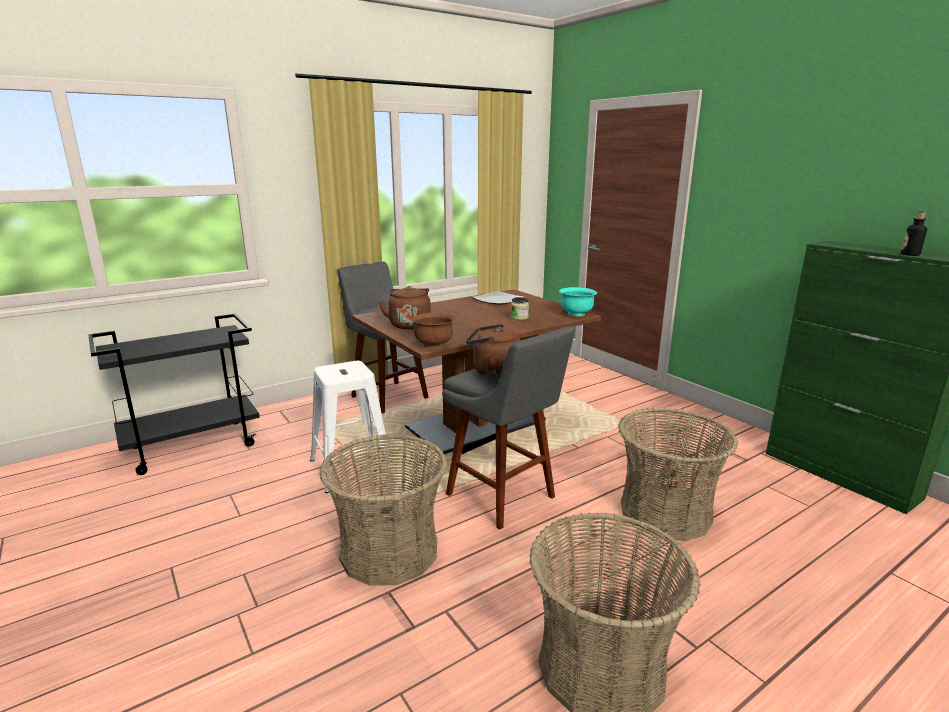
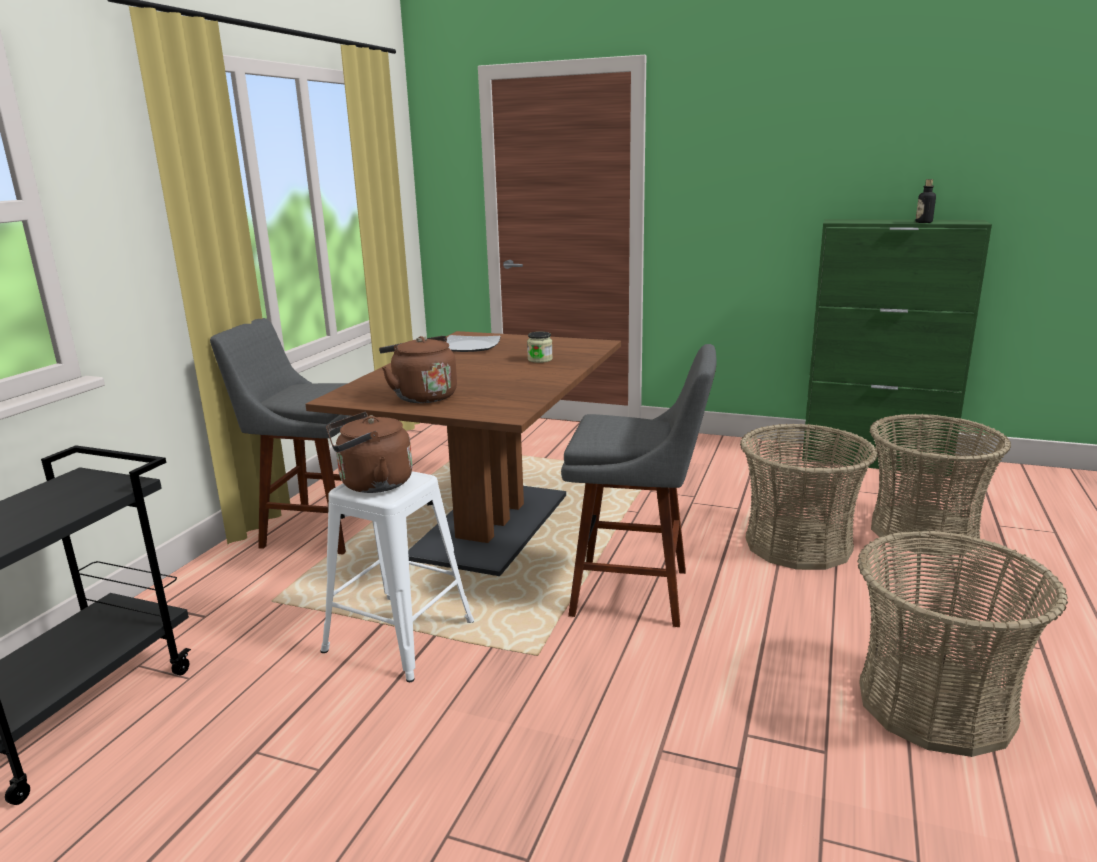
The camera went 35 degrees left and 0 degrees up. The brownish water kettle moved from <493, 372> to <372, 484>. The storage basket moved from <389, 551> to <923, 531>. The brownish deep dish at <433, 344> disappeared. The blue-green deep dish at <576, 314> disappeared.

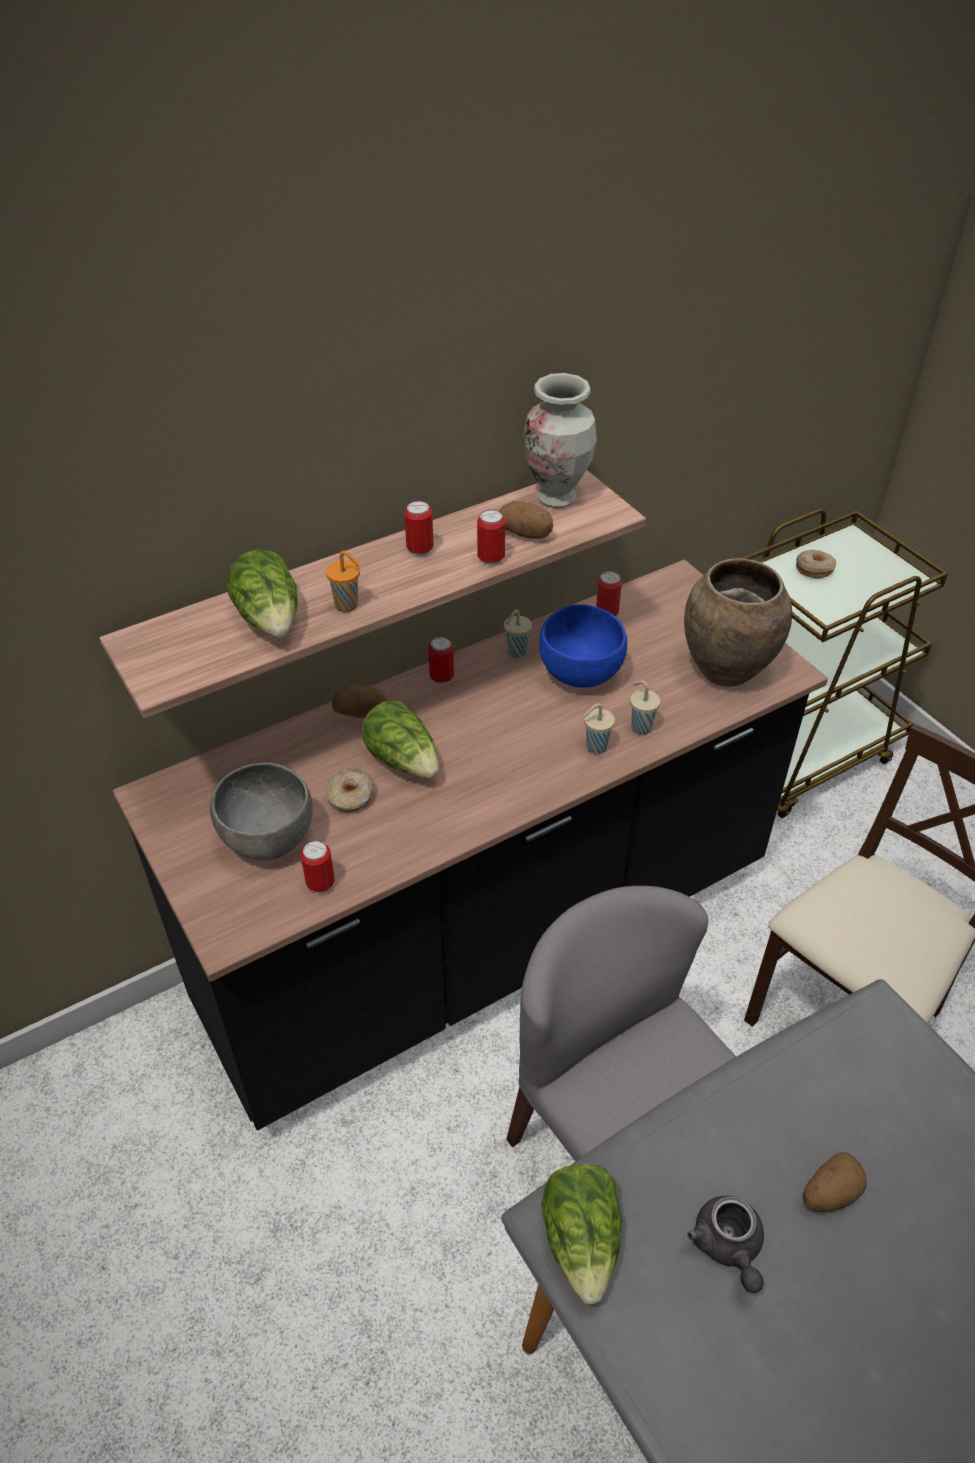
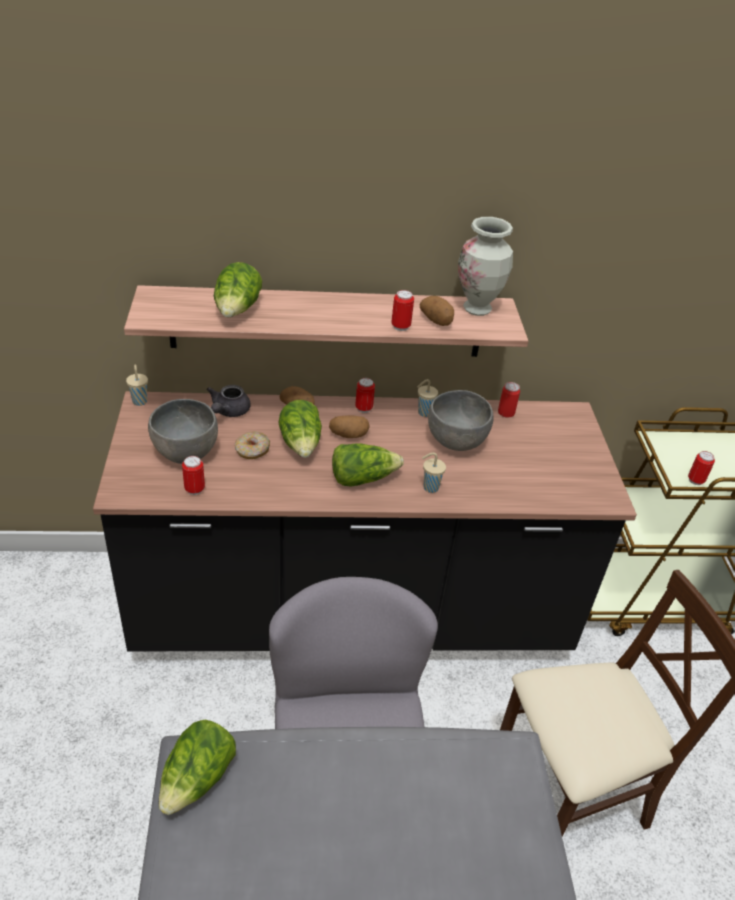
The camera went 25 degrees right and 5 degrees down. The beige small cup moved from <640, 727> to <139, 401>. The gray teapot moved from <728, 1247> to <228, 411>. The potato moved from <829, 1193> to <348, 435>. The lettuce head at <362, 478> appeared. The bluish deep dish at <579, 674> became the gray deep dish at <455, 441>. The metal can moved from <420, 550> to <695, 480>. The orange small cup at <348, 605> disappeared. The brownish decorative vase at <725, 670> disappeared. The doughnut at <814, 569> disappeared.

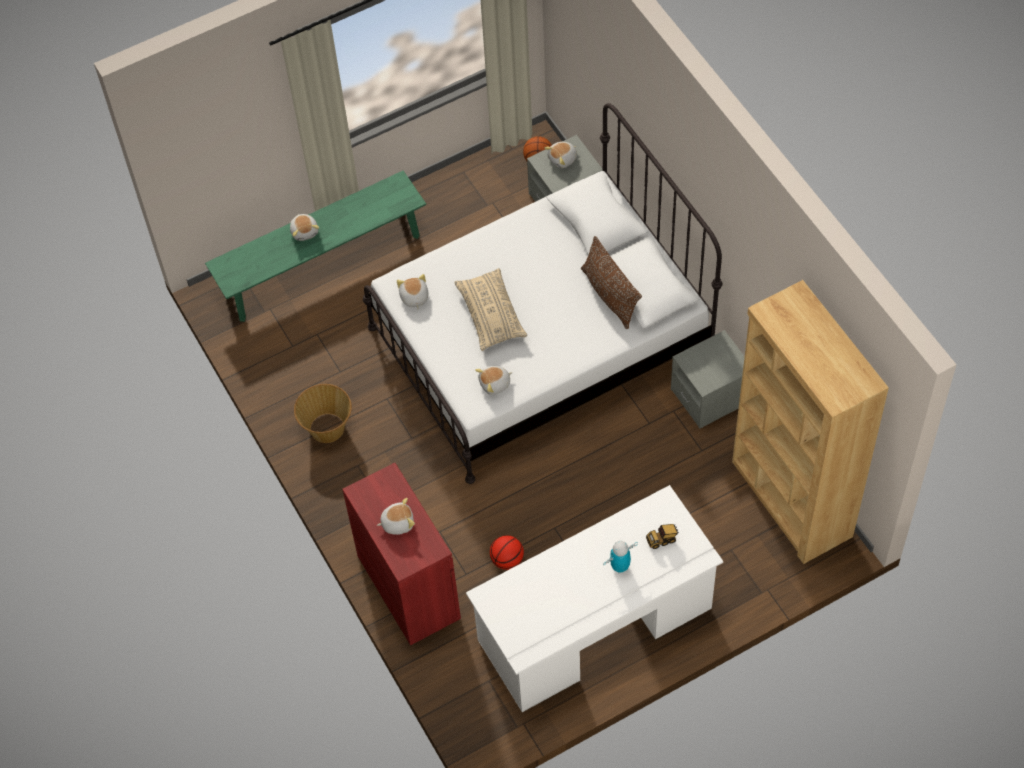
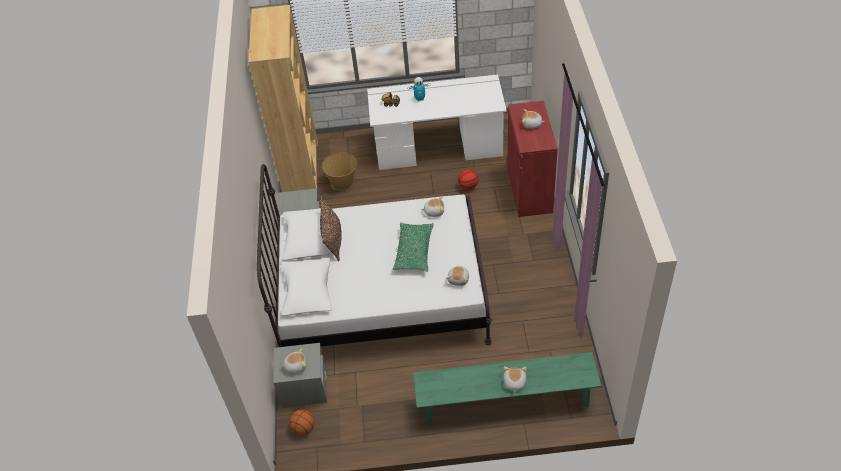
The camera went 155 degrees left and 10 degrees down. The storage basket moved from <327, 429> to <342, 182>. The beige throw pillow at <491, 315> became the green-coloured throw pillow at <414, 251>.

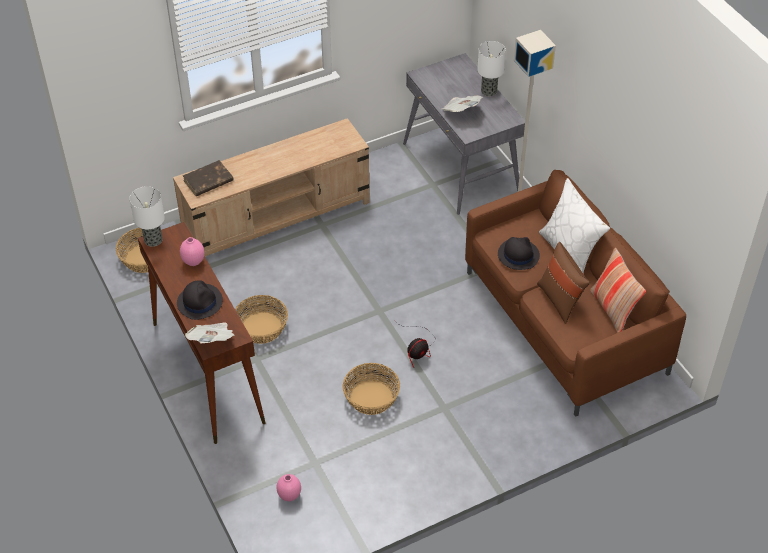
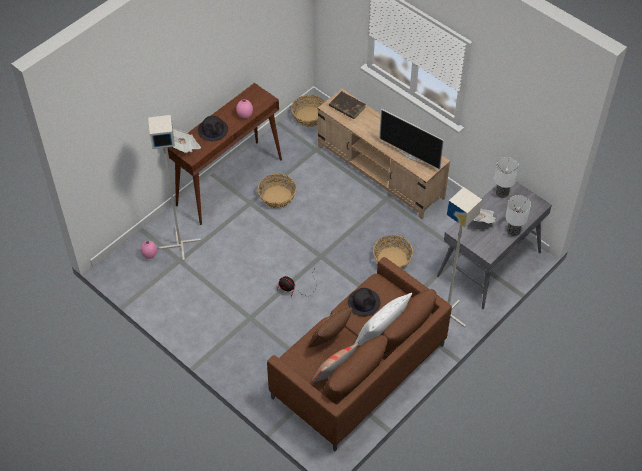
The camera went 70 degrees right and 5 degrees up. The gray standing lamp at <179, 244> appeared. The storage basket moved from <371, 398> to <392, 259>. The TV set at <410, 156> appeared. The lamp for a table moved from <152, 240> to <501, 193>.

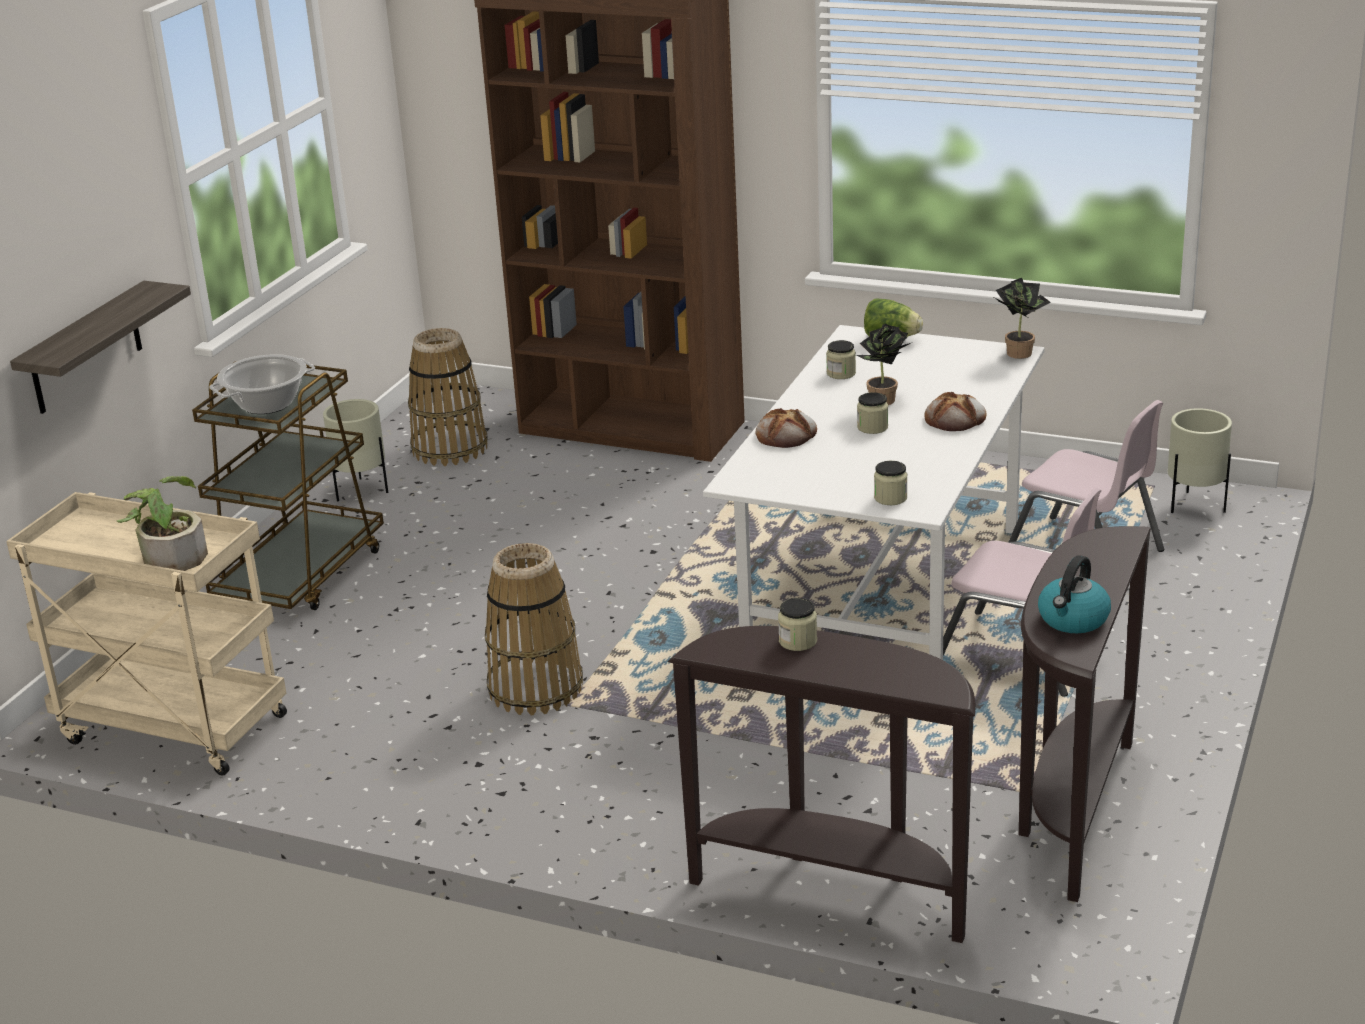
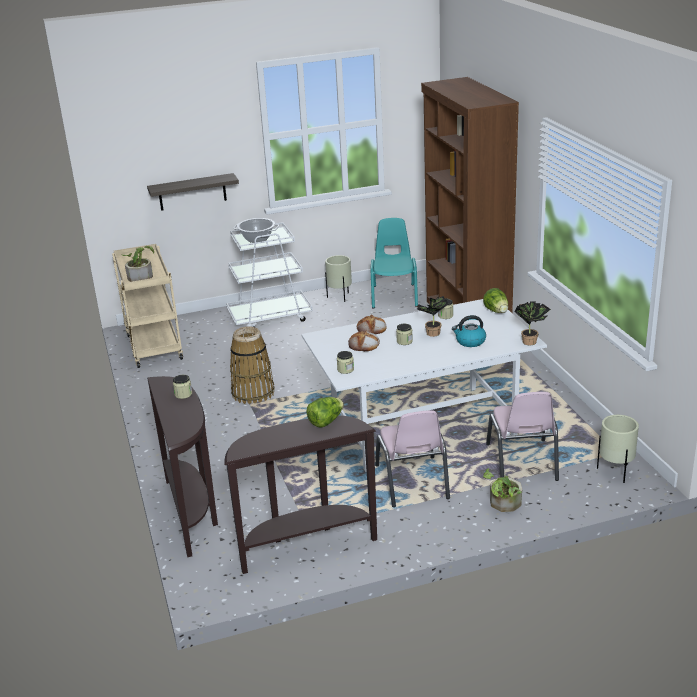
The camera went 50 degrees right and 0 degrees up. The brownish cart at <301, 575> became the white cart at <270, 317>. The lettuce head at <326, 421> appeared. The baked bread moved from <955, 418> to <364, 345>. The storage basket at <450, 448> was replaced by the blue-green upright chair at <394, 296>. The water kettle moved from <1073, 620> to <470, 341>. The plant in a pot at <502, 505> appeared.

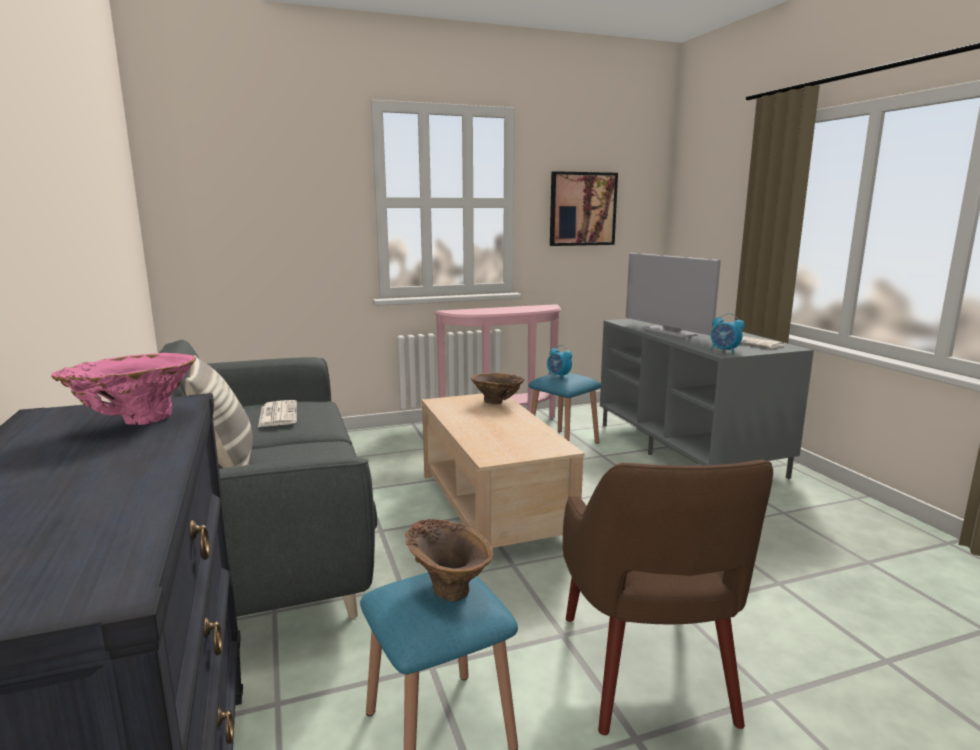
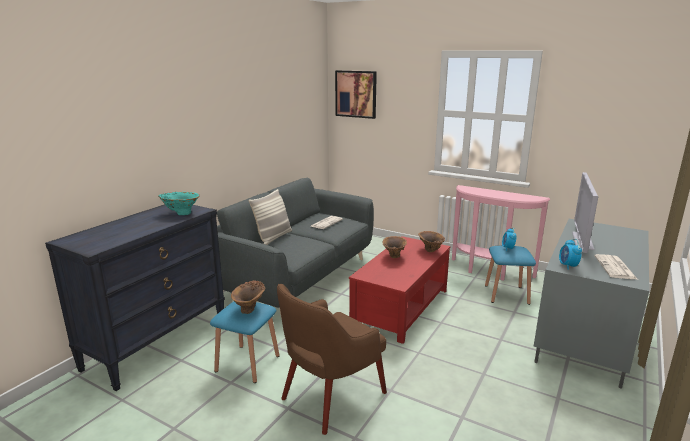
The camera went 50 degrees right and 5 degrees up. The pinkish decorative vase at <135, 421> became the blue-green decorative vase at <181, 213>. The wall picture moved from <582, 209> to <356, 94>. The beige coffee table at <491, 507> became the reddish coffee table at <400, 307>. The brownish decorative vase at <393, 257> appeared.

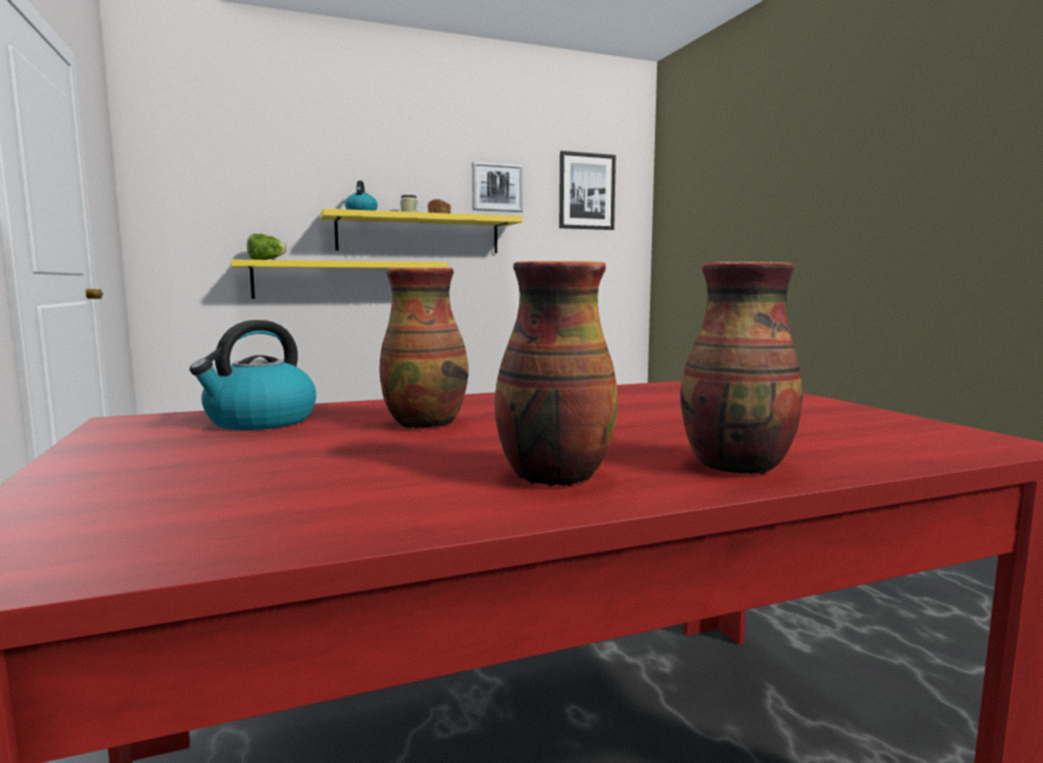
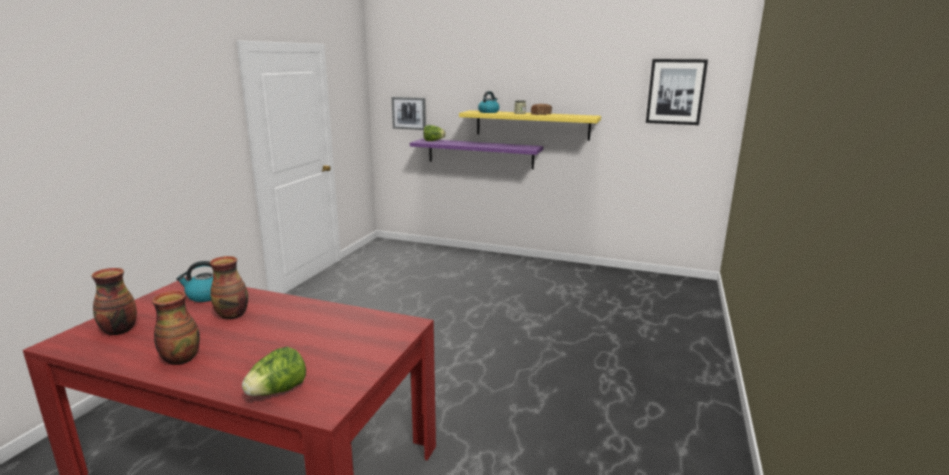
The camera went 40 degrees right and 10 degrees up. The decorative vase moved from <738, 466> to <119, 330>. The lettuce head at <277, 391> appeared. The wall picture moved from <497, 187> to <409, 113>. The yellow-coloured bracket shelf at <341, 280> became the purple-coloured bracket shelf at <480, 153>.

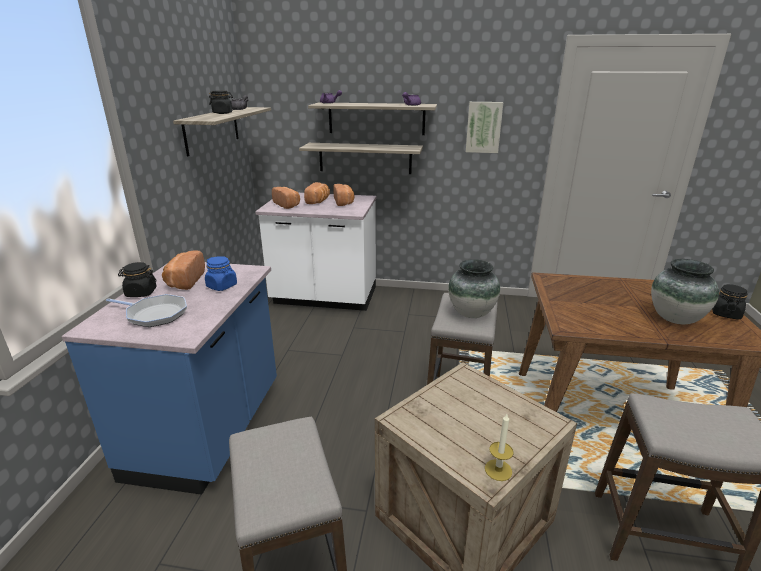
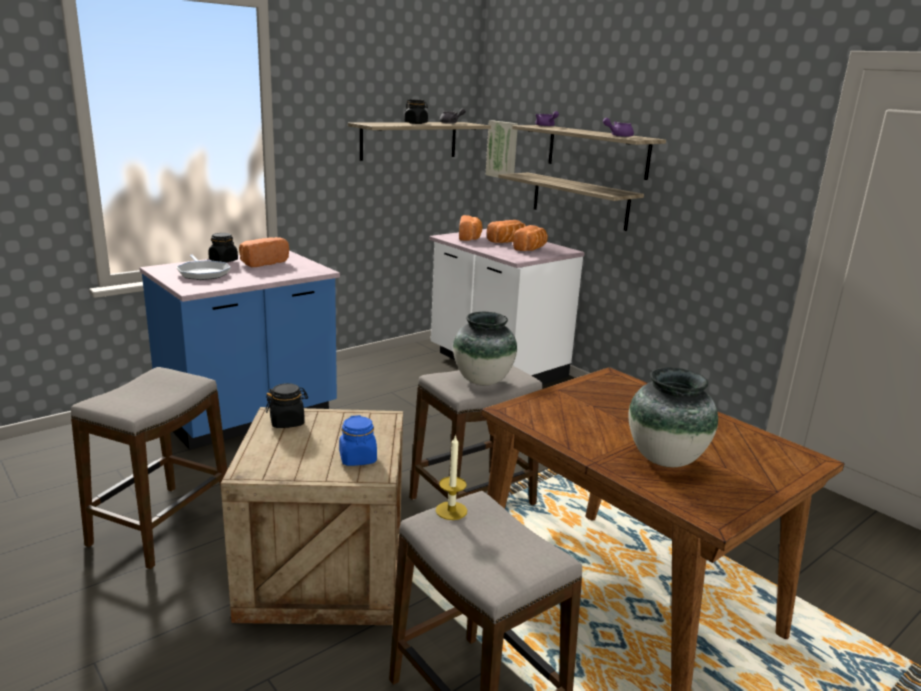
The camera went 40 degrees right and 5 degrees down. The black-coloured storage jar moved from <725, 314> to <287, 422>. The bluish storage jar moved from <222, 286> to <358, 458>. The wax candle moved from <498, 470> to <451, 510>. The wall picture moved from <483, 127> to <503, 150>.

